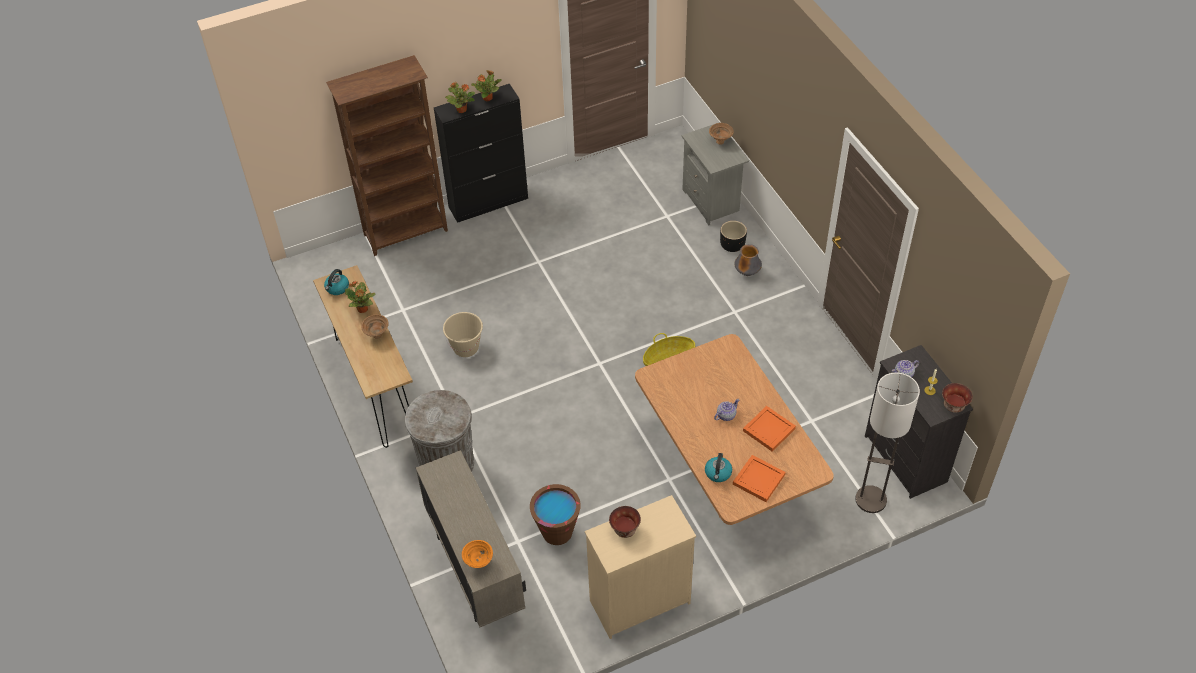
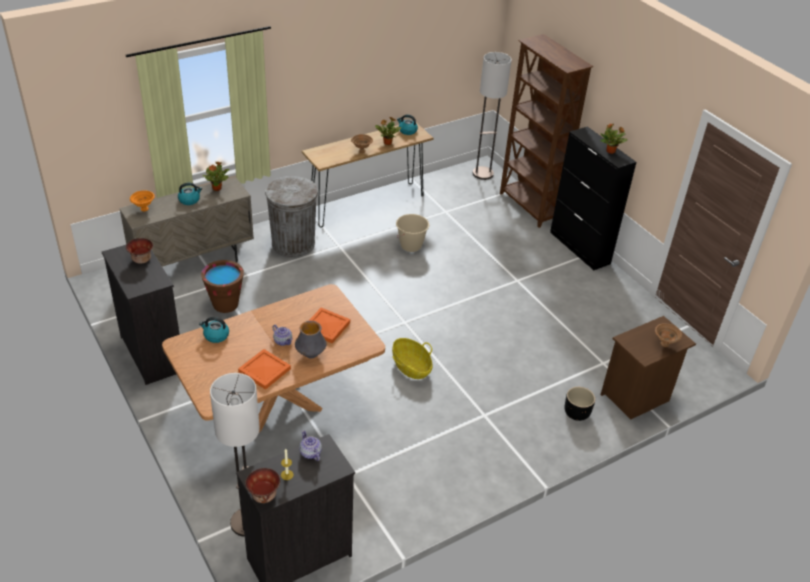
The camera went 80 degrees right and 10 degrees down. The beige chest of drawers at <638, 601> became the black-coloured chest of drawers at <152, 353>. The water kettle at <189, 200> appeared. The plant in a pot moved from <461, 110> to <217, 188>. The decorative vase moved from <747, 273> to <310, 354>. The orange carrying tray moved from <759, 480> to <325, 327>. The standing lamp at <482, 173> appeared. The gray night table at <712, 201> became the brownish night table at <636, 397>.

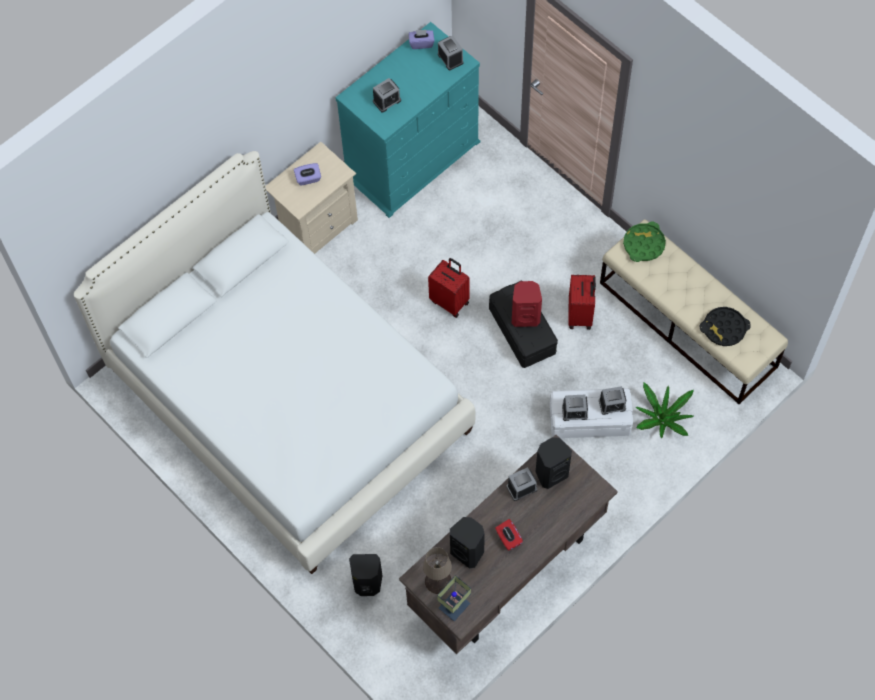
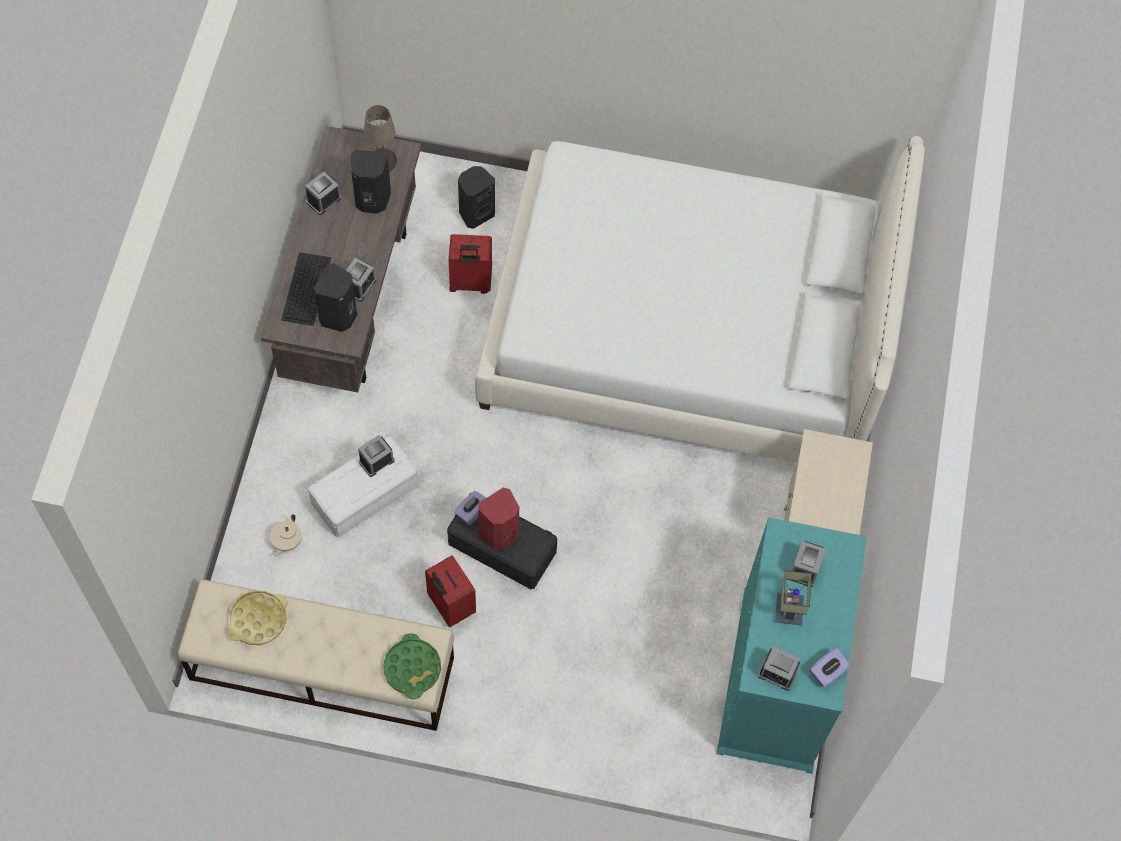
The camera went 140 degrees right and 0 degrees up. The black-coloured carrying tray at <724, 328> became the yellow-coloured carrying tray at <258, 620>. The plant in a pot at <662, 418> was replaced by the beige teapot at <286, 542>. The computer keyboard at <306, 288> appeared. The table clock moved from <612, 405> to <324, 200>. The reddish travel case moved from <450, 301> to <470, 283>. The purple-coloured tissue box moved from <308, 179> to <471, 512>. The lamp for a table moved from <454, 608> to <787, 608>. The reddish tissue box at <508, 538> disappeared.

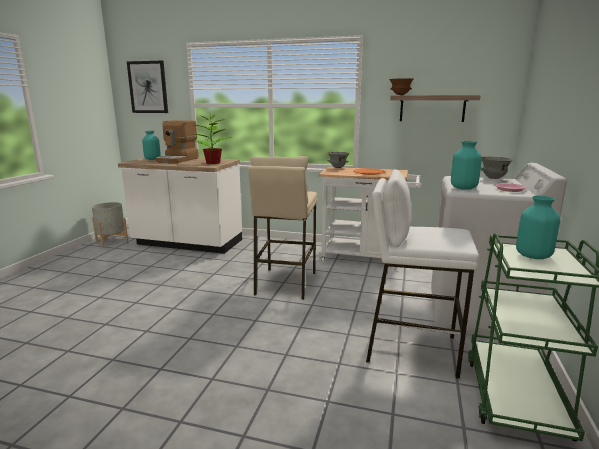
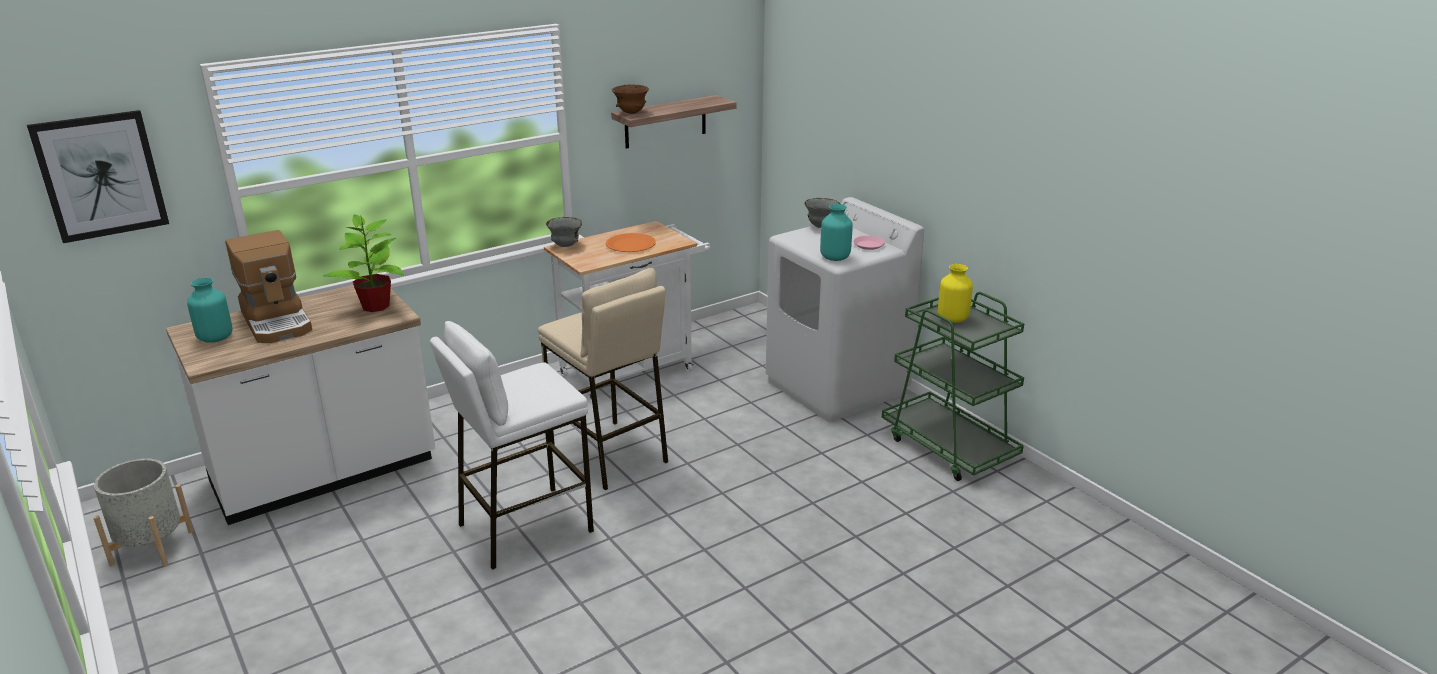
The camera went 50 degrees left and 10 degrees up. The white sitting stool moved from <411, 349> to <524, 527>. The blue-green decorative vase at <534, 256> became the yellow-coloured decorative vase at <953, 318>.

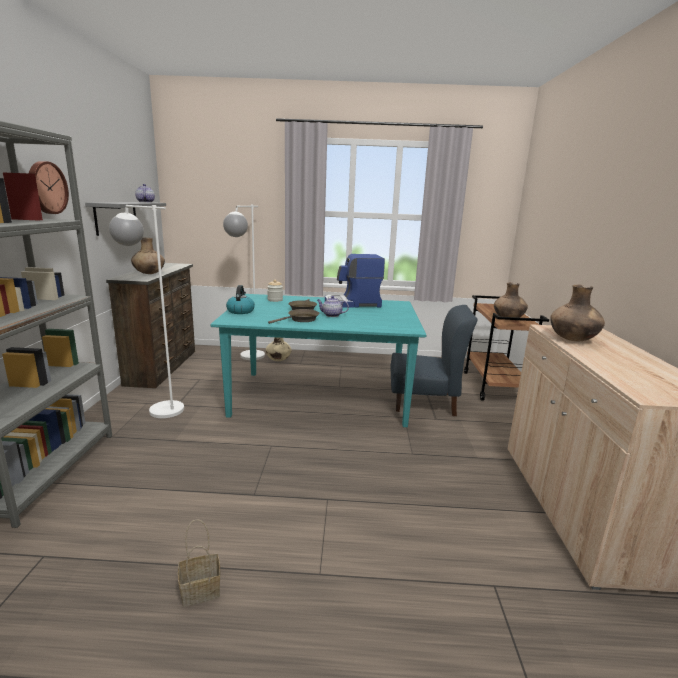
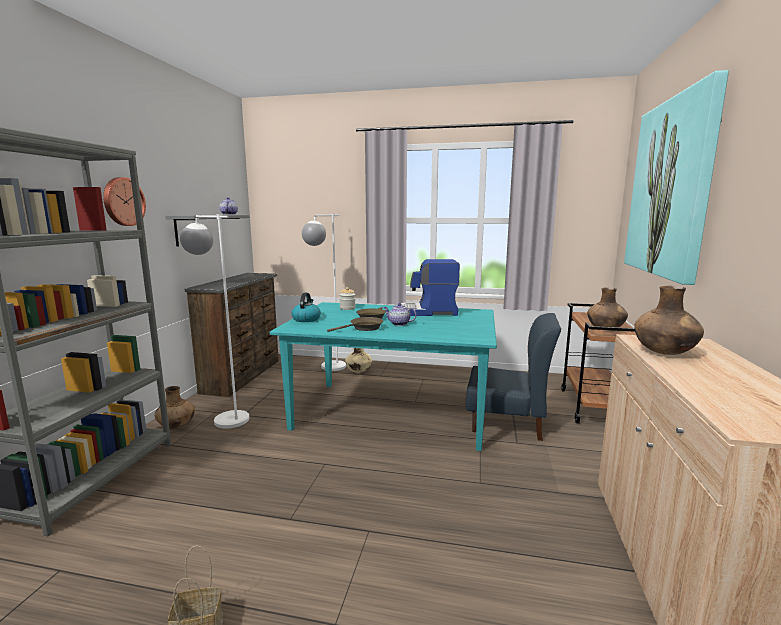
The camera went 10 degrees right and 5 degrees down. The brownish decorative vase moved from <149, 273> to <176, 426>. The wall picture at <671, 188> appeared.

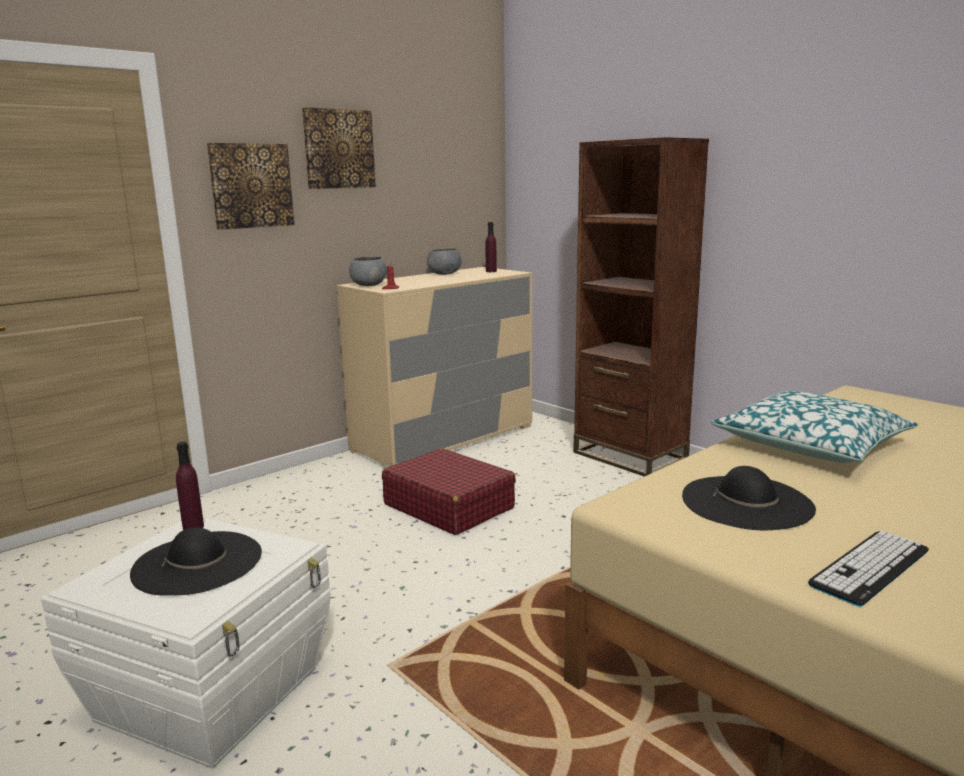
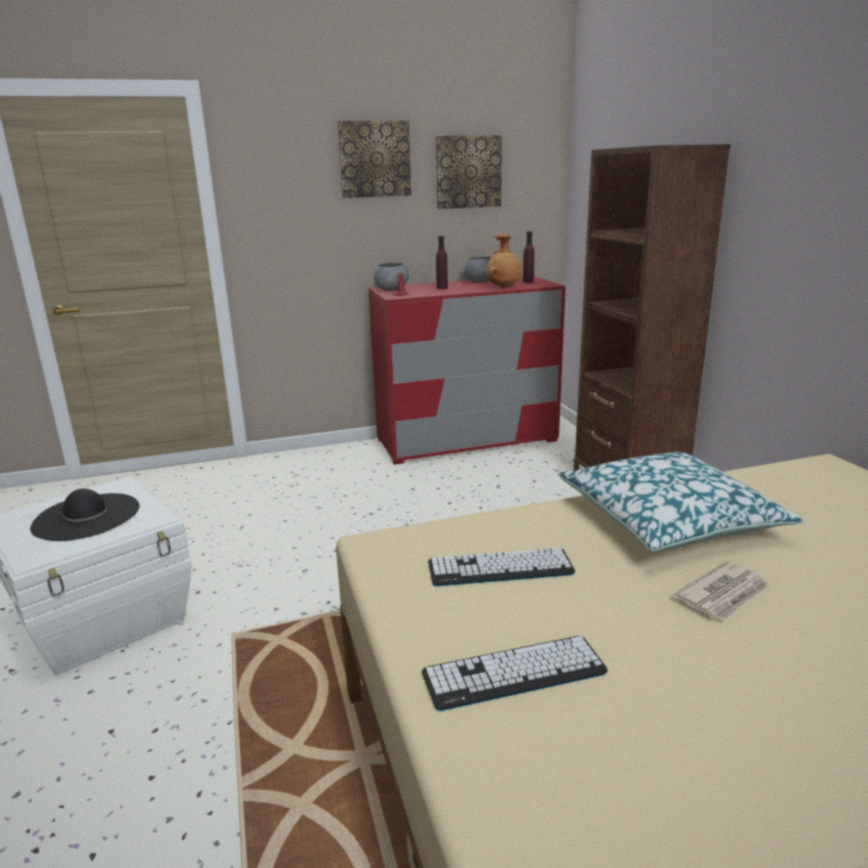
The camera went 25 degrees right and 5 degrees up. The beige chest of drawers at <444, 439> became the reddish chest of drawers at <466, 440>. The black-coloured clothing hat at <747, 502> was replaced by the computer keyboard at <500, 568>. The wall picture moved from <251, 185> to <468, 172>. The purple-coloured bottle moved from <193, 527> to <442, 288>. The brownish decorative vase at <504, 287> appeared. The newspaper at <724, 595> appeared. The reddish travel case at <448, 506> disappeared.

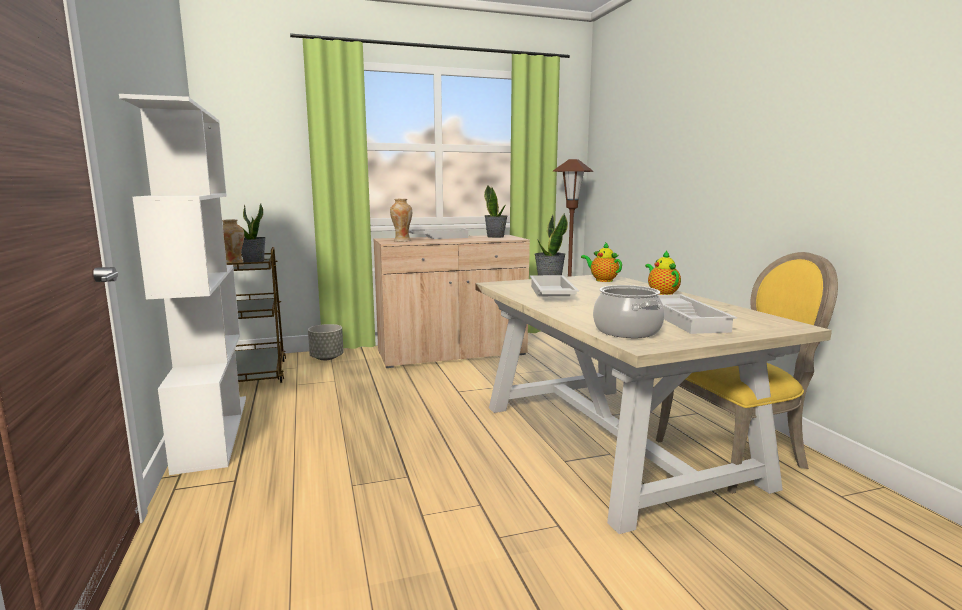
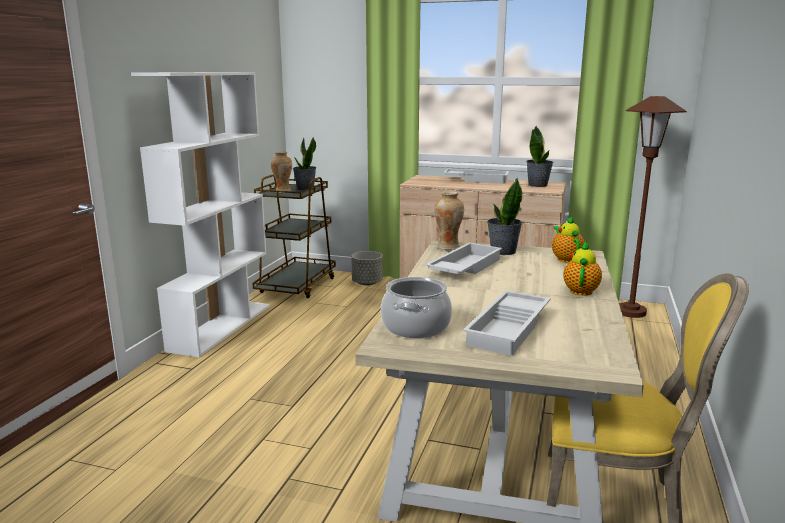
The camera went 35 degrees right and 5 degrees up. The decorative vase moved from <402, 241> to <448, 247>.

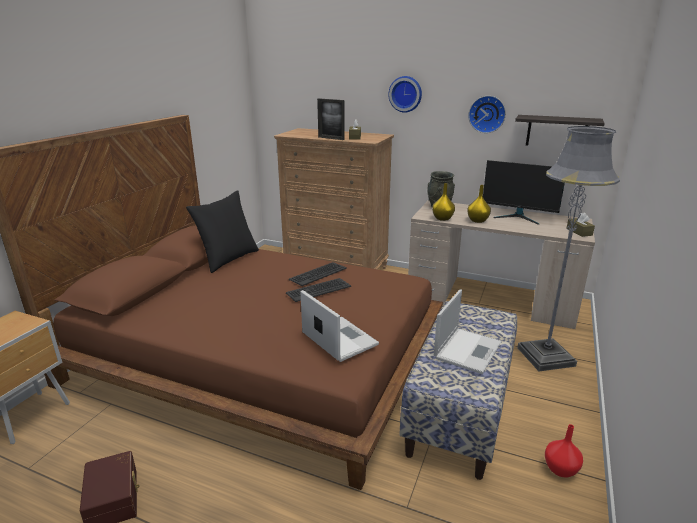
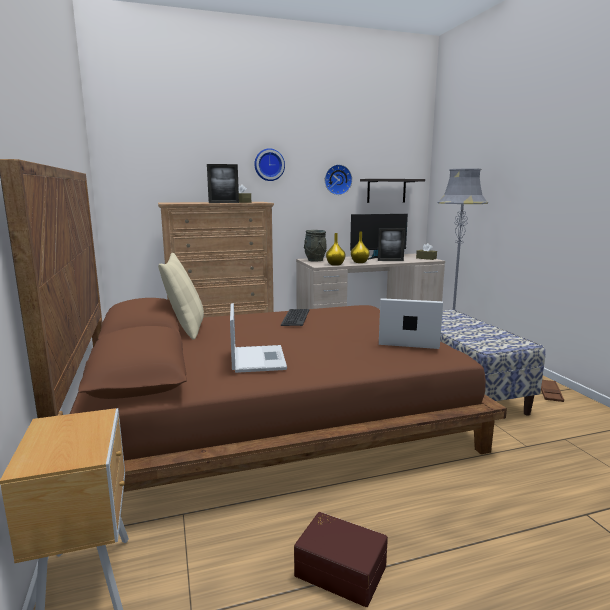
The camera went 40 degrees left and 10 degrees down. The black-coloured throw pillow at <229, 259> became the beige throw pillow at <186, 328>. The notebook computer moved from <468, 349> to <257, 359>. The photo frame at <390, 260> appeared. The reddish decorative vase at <561, 470> was replaced by the brownish carrying tray at <549, 393>. The computer keyboard at <318, 290> disappeared.

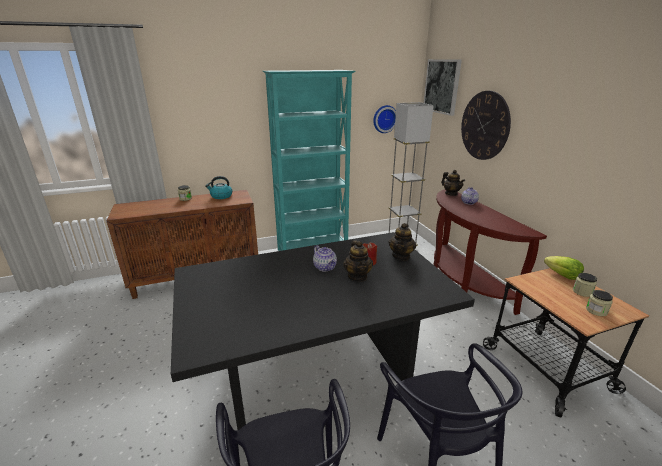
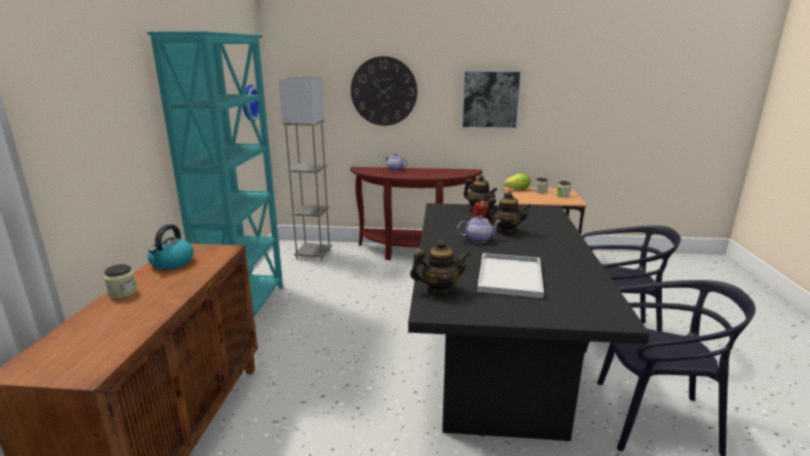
The camera went 65 degrees left and 5 degrees down. The teapot moved from <451, 194> to <439, 290>. The wall picture moved from <442, 86> to <490, 99>. The white carrying tray at <511, 277> appeared.

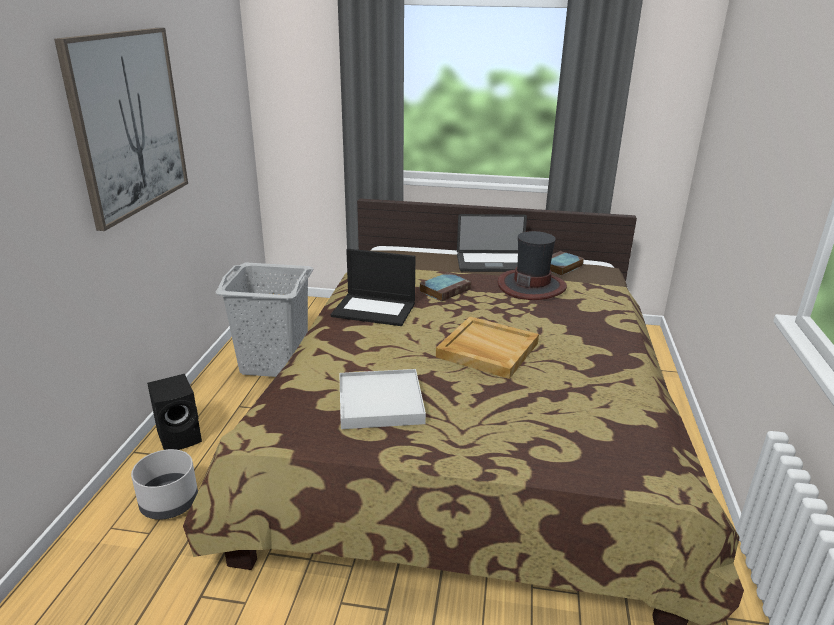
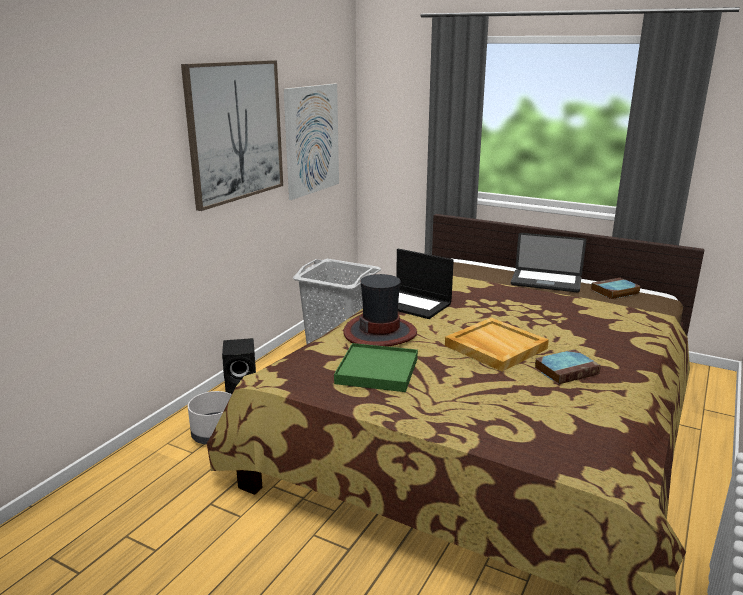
The camera went 20 degrees right and 5 degrees down. The wall picture at <312, 140> appeared. The white carrying tray at <380, 402> became the green-coloured carrying tray at <377, 371>. The clothing hat moved from <531, 286> to <380, 332>. The book moved from <445, 290> to <566, 370>.

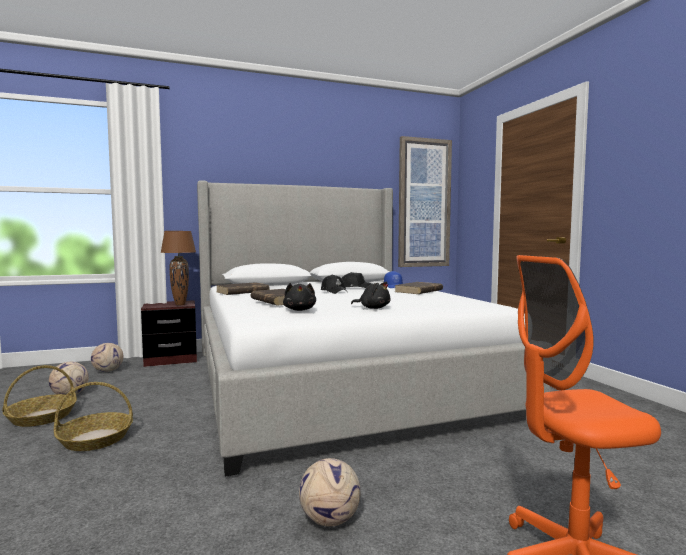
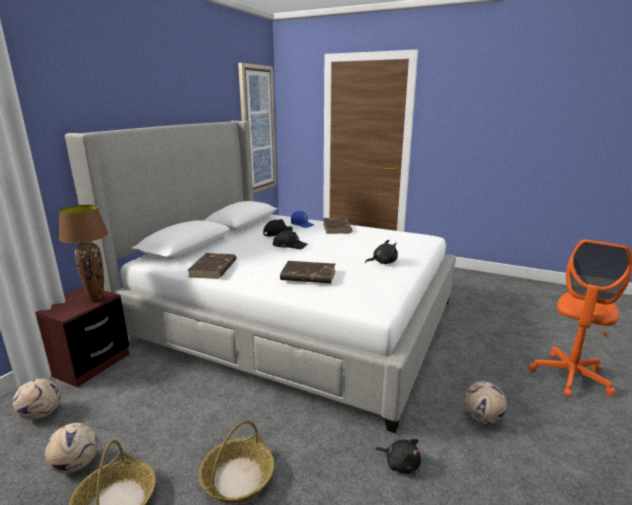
The camera went 45 degrees left and 15 degrees up. The black-coloured plush toy moved from <300, 310> to <400, 463>.

